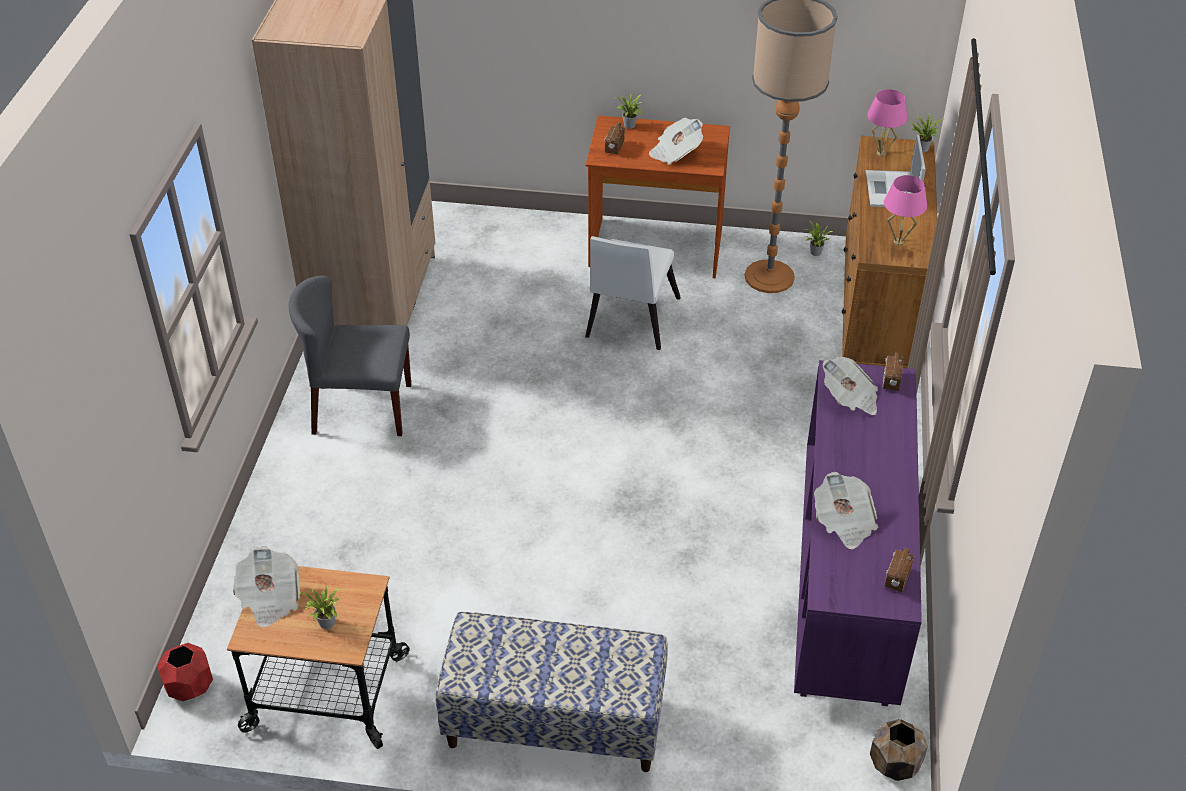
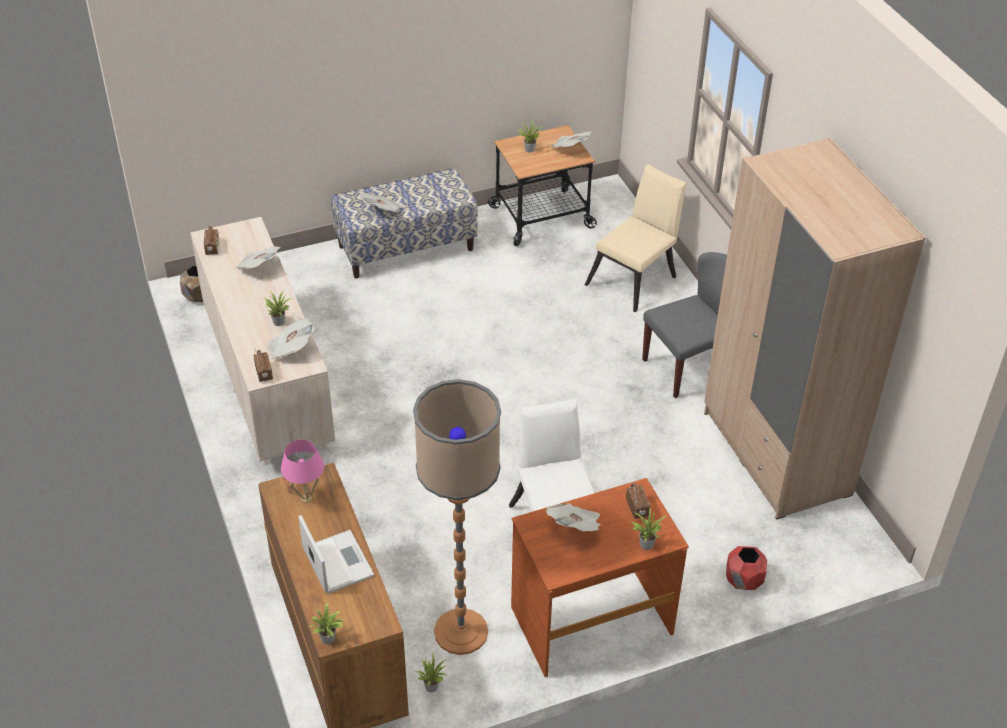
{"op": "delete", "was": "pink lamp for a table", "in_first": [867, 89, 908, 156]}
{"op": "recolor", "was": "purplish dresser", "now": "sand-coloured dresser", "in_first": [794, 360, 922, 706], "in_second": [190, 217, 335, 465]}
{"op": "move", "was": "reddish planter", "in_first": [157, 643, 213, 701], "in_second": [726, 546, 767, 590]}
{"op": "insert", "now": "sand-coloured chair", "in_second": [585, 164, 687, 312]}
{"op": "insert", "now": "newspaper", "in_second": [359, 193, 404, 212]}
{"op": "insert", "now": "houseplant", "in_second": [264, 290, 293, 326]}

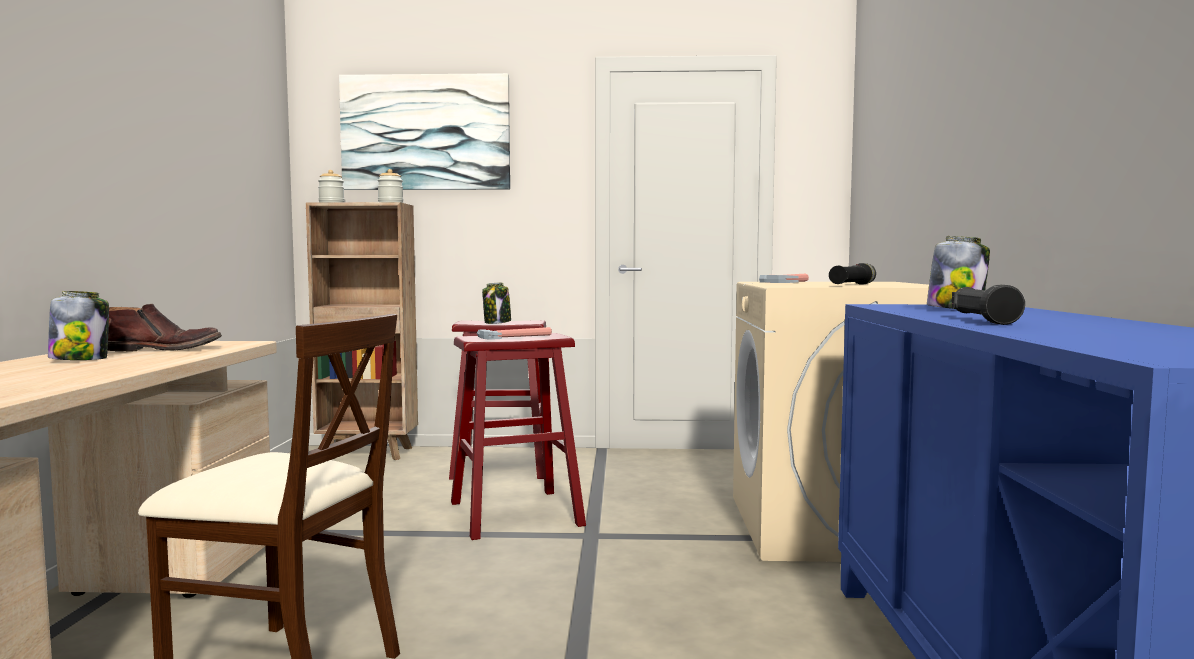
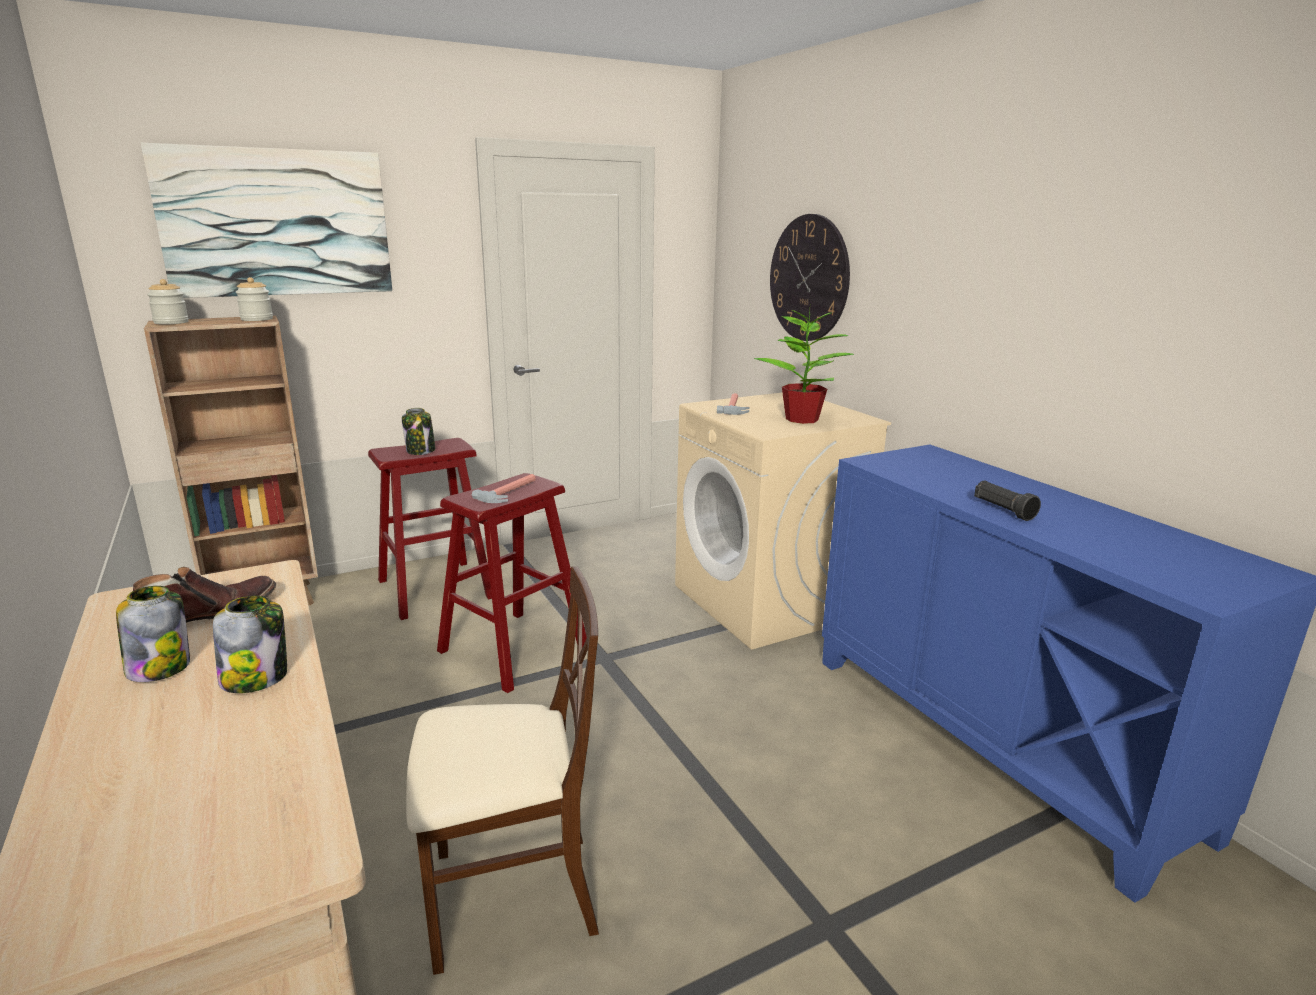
{"op": "move", "was": "jar", "in_first": [927, 236, 990, 309], "in_second": [213, 595, 287, 693]}
{"op": "replace", "was": "blackish flashlight", "now": "houseplant", "in_first": [829, 263, 876, 285], "in_second": [754, 303, 855, 424]}
{"op": "insert", "now": "wall clock", "in_second": [770, 214, 850, 341]}

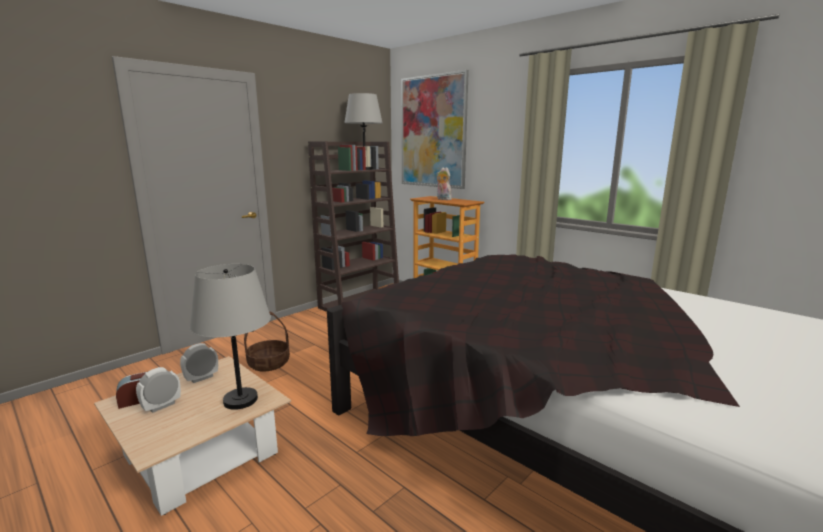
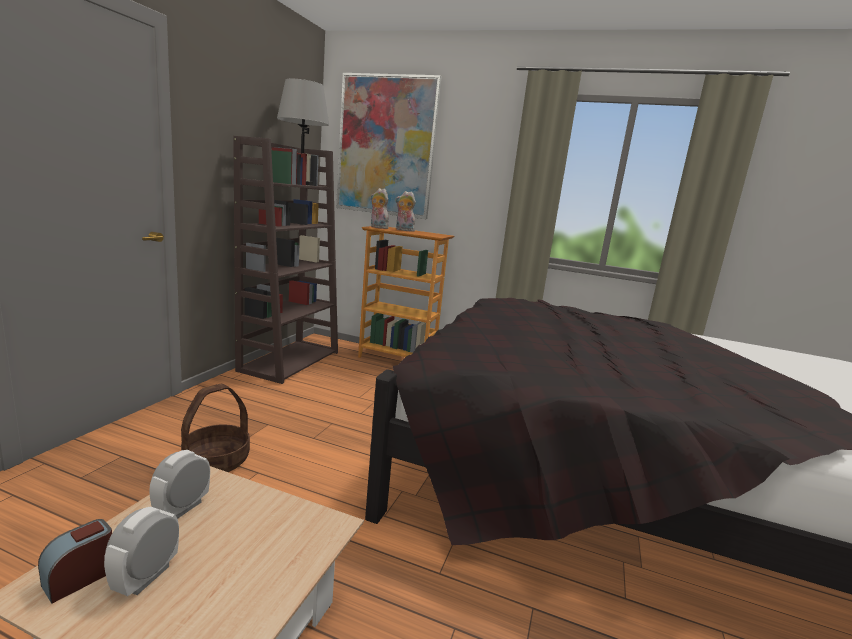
{"op": "delete", "was": "greyish lamp for a table", "in_first": [190, 264, 271, 410]}
{"op": "insert", "now": "cuddly toy", "in_second": [371, 188, 389, 229]}

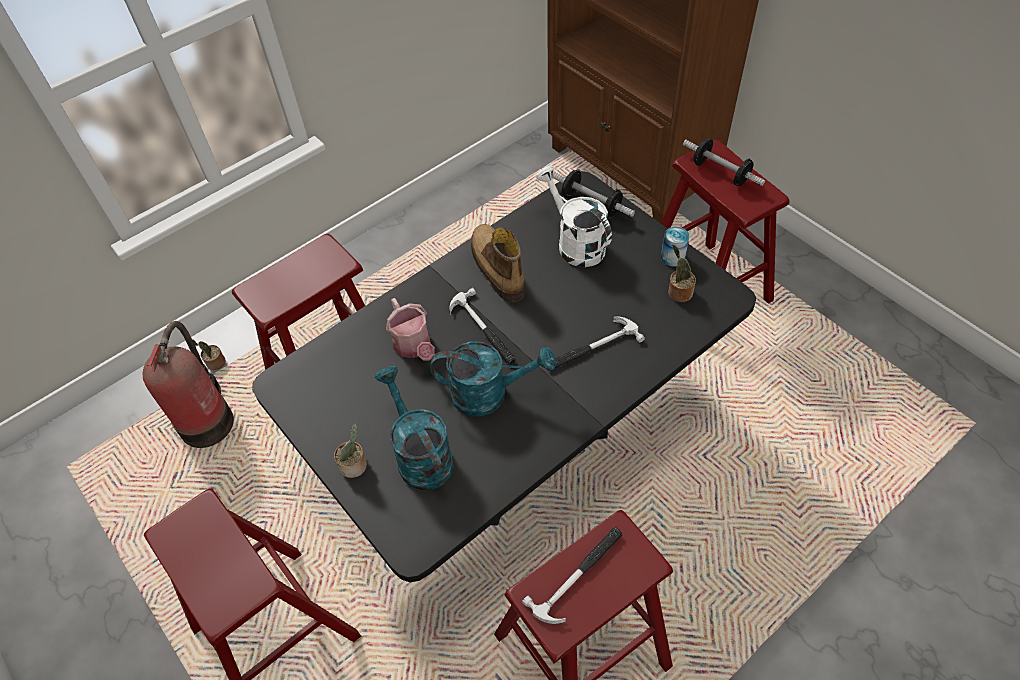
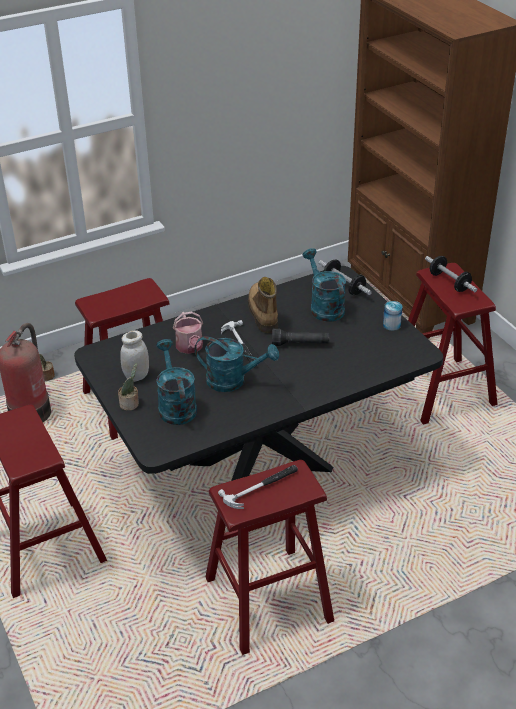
{"op": "recolor", "was": "white-coloured sprinkling can", "now": "turquoise sprinkling can", "in_first": [536, 166, 612, 267], "in_second": [303, 248, 346, 322]}
{"op": "delete", "was": "houseplant", "in_first": [668, 244, 696, 303]}
{"op": "delete", "was": "hammer", "in_first": [547, 316, 645, 371]}
{"op": "insert", "now": "blackish flashlight", "in_second": [272, 329, 329, 346]}
{"op": "insert", "now": "white-coloured jar", "in_second": [120, 330, 149, 382]}

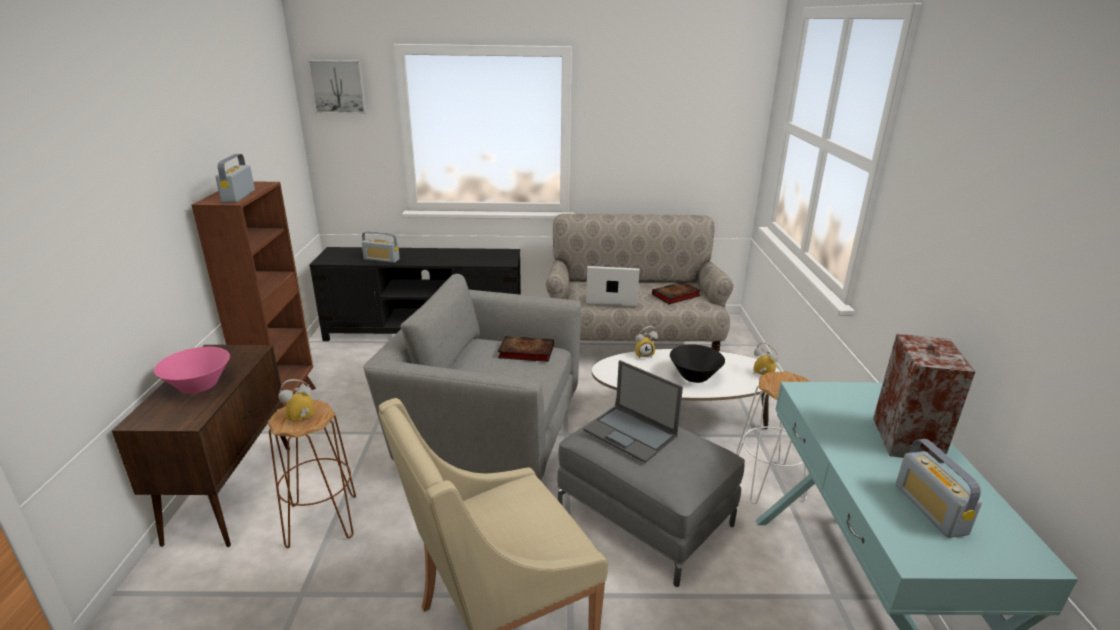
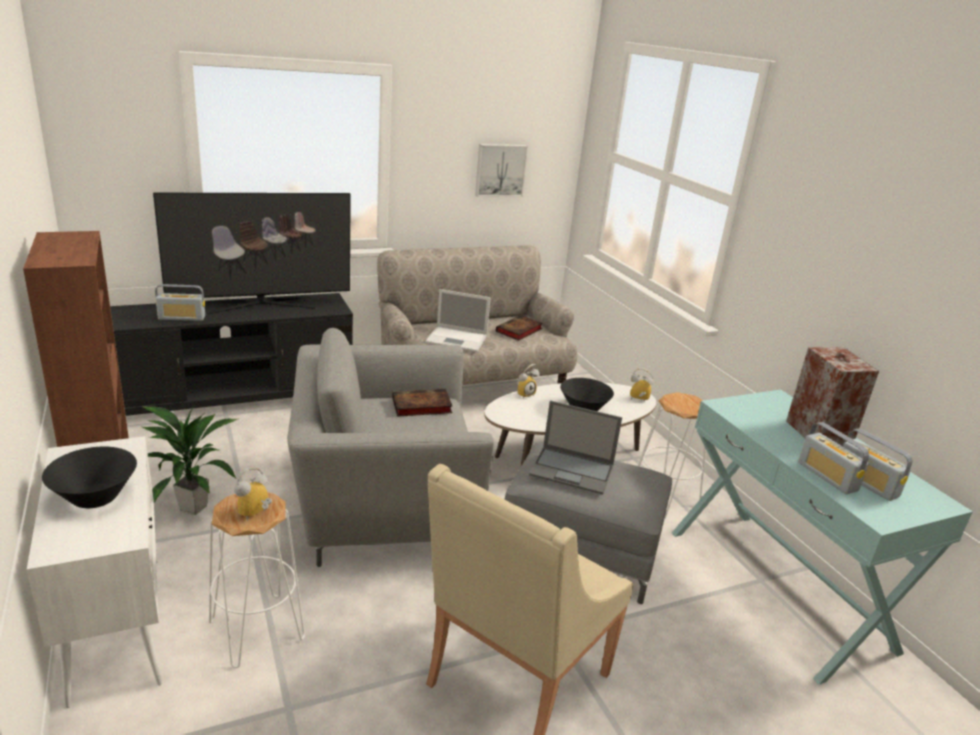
{"op": "move", "was": "wall art", "in_first": [308, 60, 367, 114], "in_second": [475, 144, 528, 197]}
{"op": "move", "was": "radio", "in_first": [215, 154, 255, 203], "in_second": [798, 422, 869, 494]}
{"op": "rotate", "was": "laptop", "in_first": [586, 266, 639, 307], "in_second": [425, 289, 491, 352], "clockwise": -150}
{"op": "recolor", "was": "brown storage cabinet", "now": "white-coloured storage cabinet", "in_first": [112, 345, 290, 547], "in_second": [27, 436, 163, 708]}
{"op": "recolor", "was": "pink bowl", "now": "blackish bowl", "in_first": [154, 347, 230, 394], "in_second": [42, 447, 137, 508]}
{"op": "recolor", "was": "brown stool", "now": "white-coloured stool", "in_first": [267, 400, 356, 548], "in_second": [209, 492, 305, 668]}
{"op": "insert", "now": "TV", "in_second": [153, 193, 351, 314]}
{"op": "insert", "now": "houseplant", "in_second": [142, 406, 238, 515]}

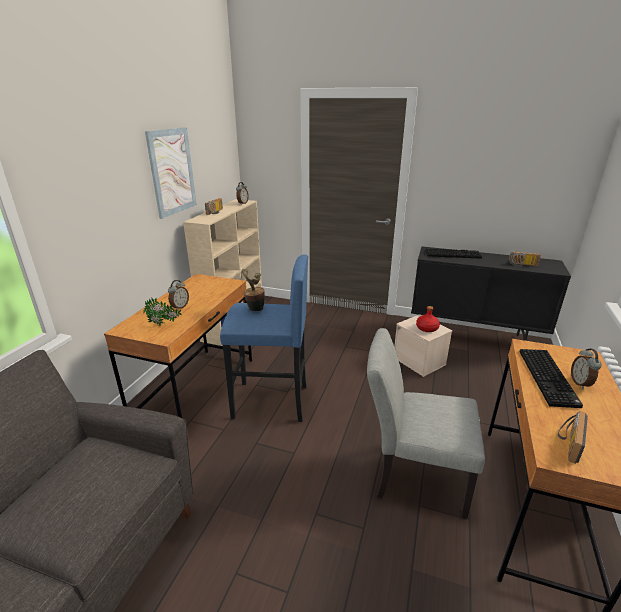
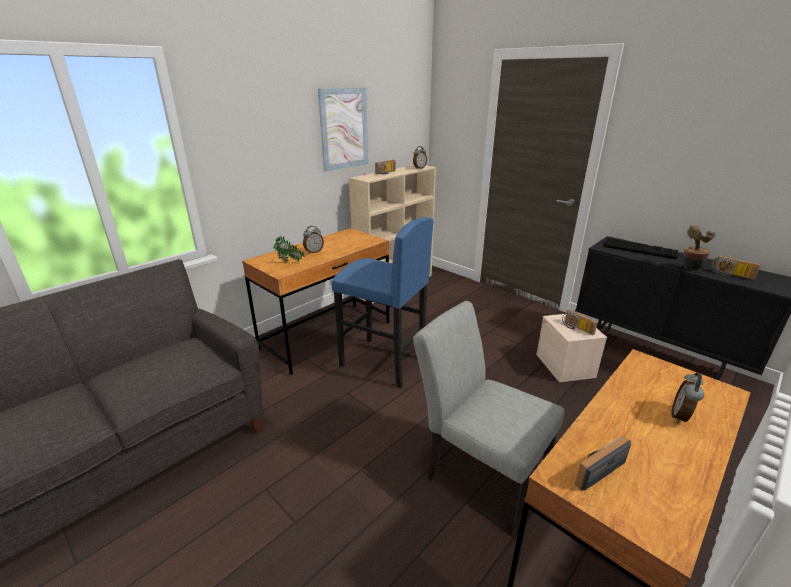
{"op": "move", "was": "houseplant", "in_first": [242, 269, 265, 311], "in_second": [683, 225, 716, 272]}
{"op": "replace", "was": "reddish bottle", "now": "radio", "in_first": [416, 306, 440, 332], "in_second": [562, 309, 598, 335]}
{"op": "delete", "was": "PC keyboard", "in_first": [520, 349, 583, 408]}

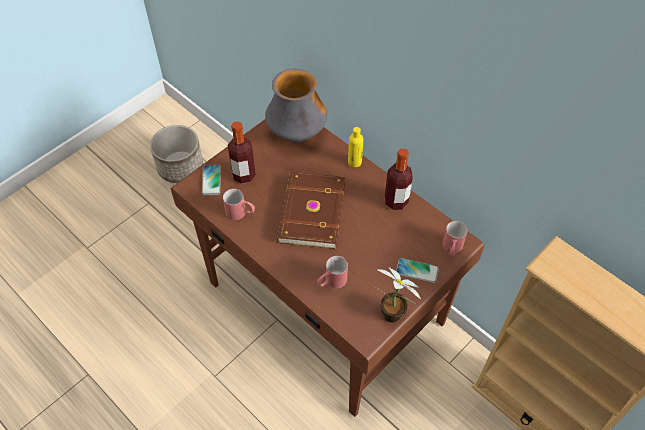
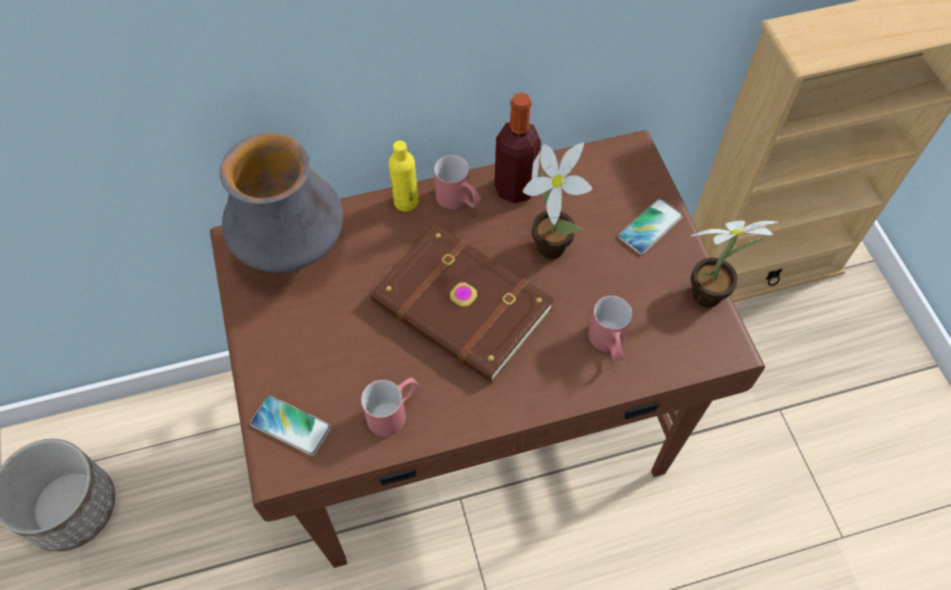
{"op": "delete", "was": "bottle", "in_first": [228, 121, 256, 184]}
{"op": "move", "was": "reddish tea mug", "in_first": [443, 221, 468, 257], "in_second": [434, 155, 481, 209]}
{"op": "insert", "now": "houseplant", "in_second": [522, 143, 593, 259]}

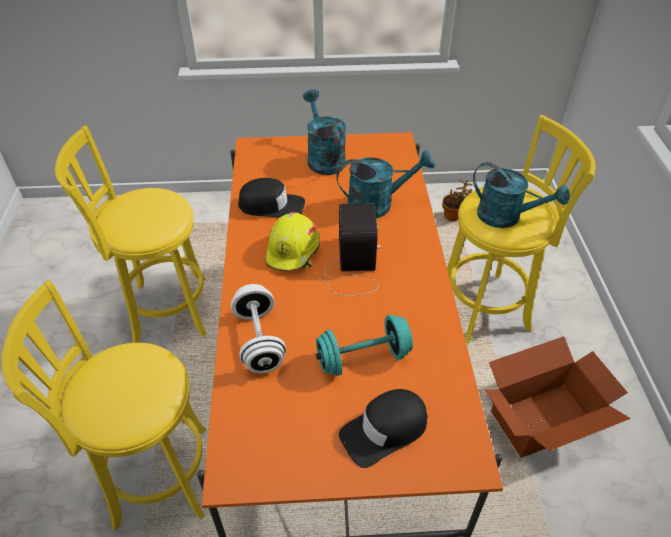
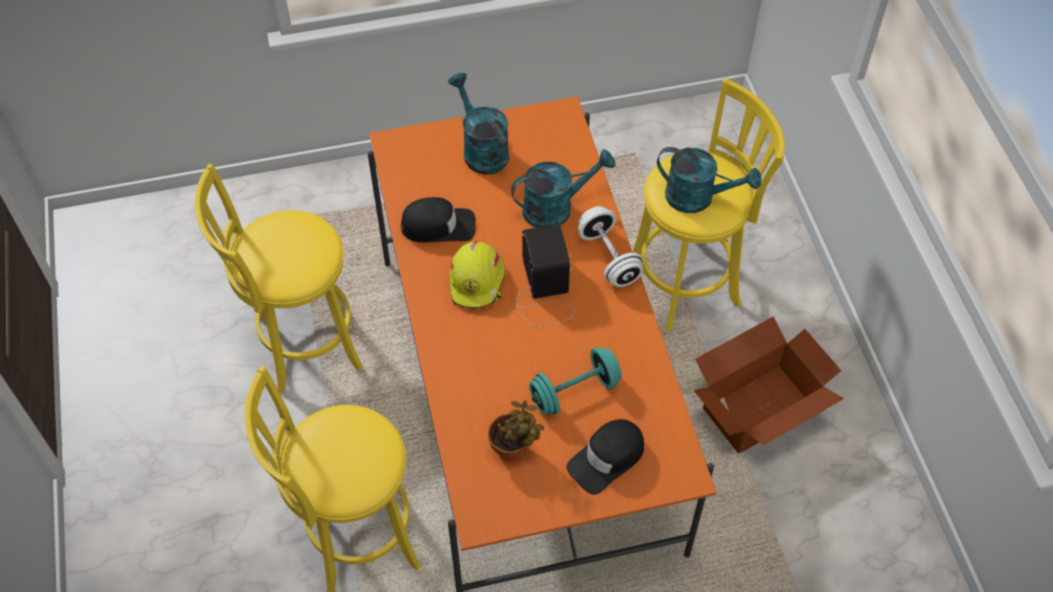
{"op": "move", "was": "houseplant", "in_first": [442, 180, 473, 221], "in_second": [488, 400, 544, 461]}
{"op": "move", "was": "white-coloured dumbbell", "in_first": [231, 284, 286, 373], "in_second": [578, 206, 643, 287]}

